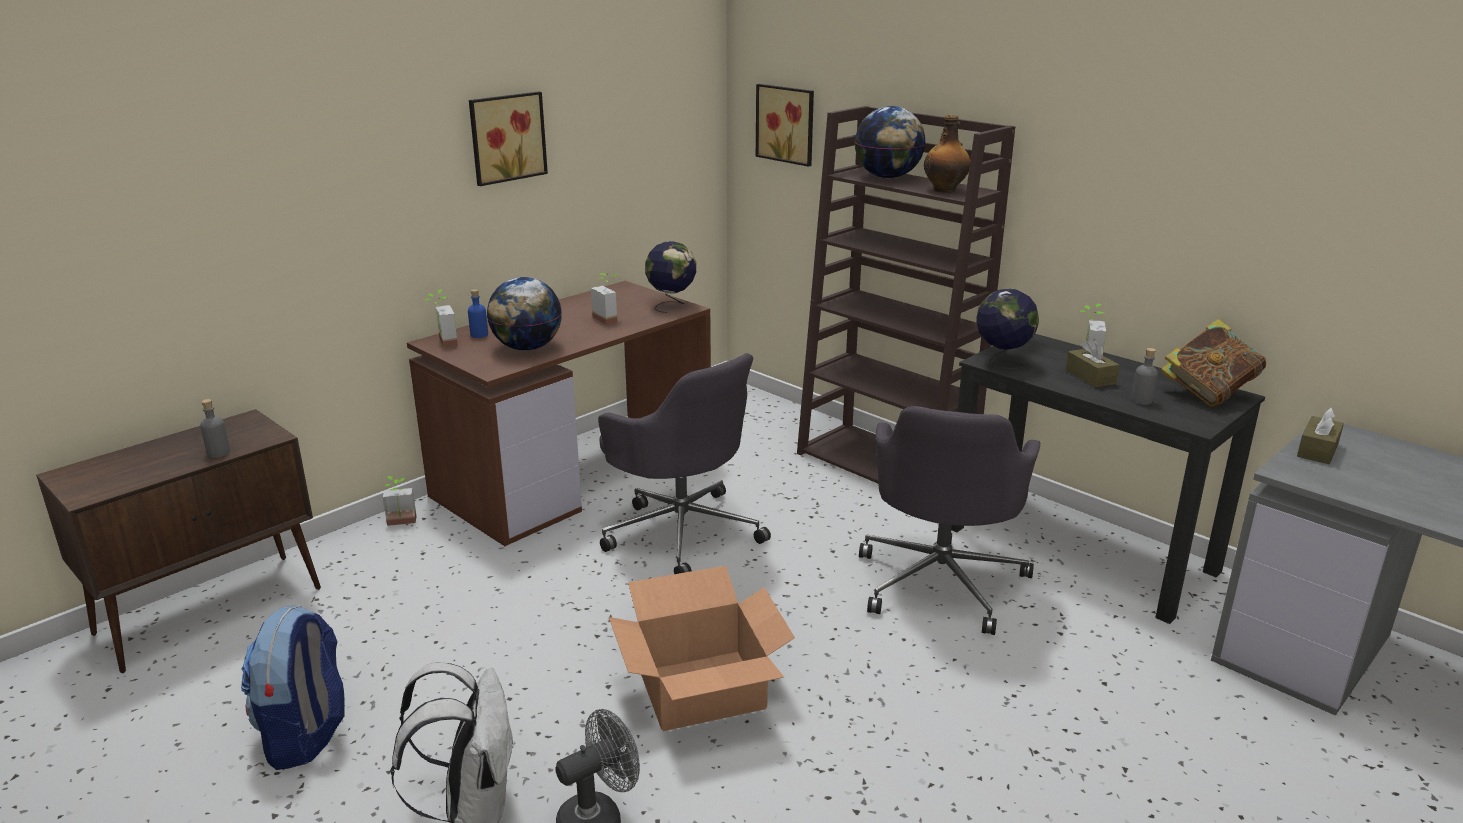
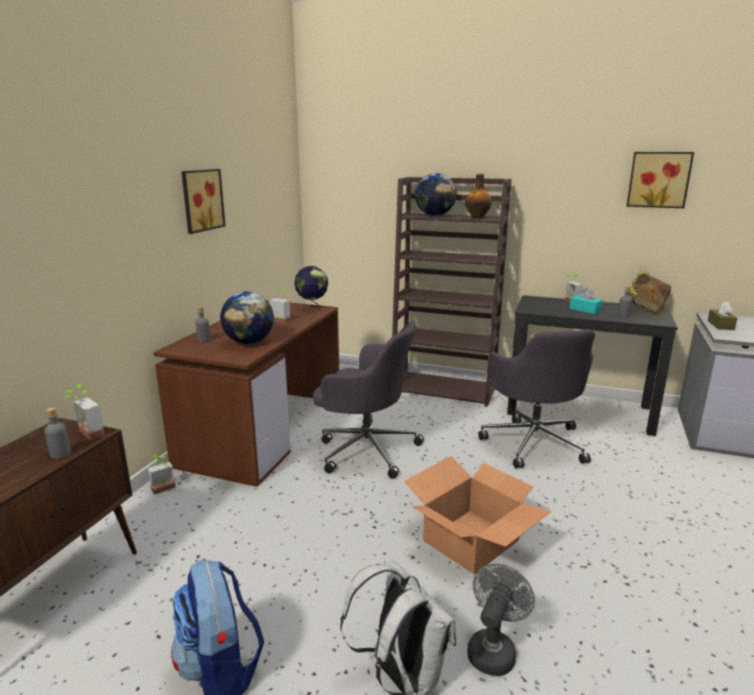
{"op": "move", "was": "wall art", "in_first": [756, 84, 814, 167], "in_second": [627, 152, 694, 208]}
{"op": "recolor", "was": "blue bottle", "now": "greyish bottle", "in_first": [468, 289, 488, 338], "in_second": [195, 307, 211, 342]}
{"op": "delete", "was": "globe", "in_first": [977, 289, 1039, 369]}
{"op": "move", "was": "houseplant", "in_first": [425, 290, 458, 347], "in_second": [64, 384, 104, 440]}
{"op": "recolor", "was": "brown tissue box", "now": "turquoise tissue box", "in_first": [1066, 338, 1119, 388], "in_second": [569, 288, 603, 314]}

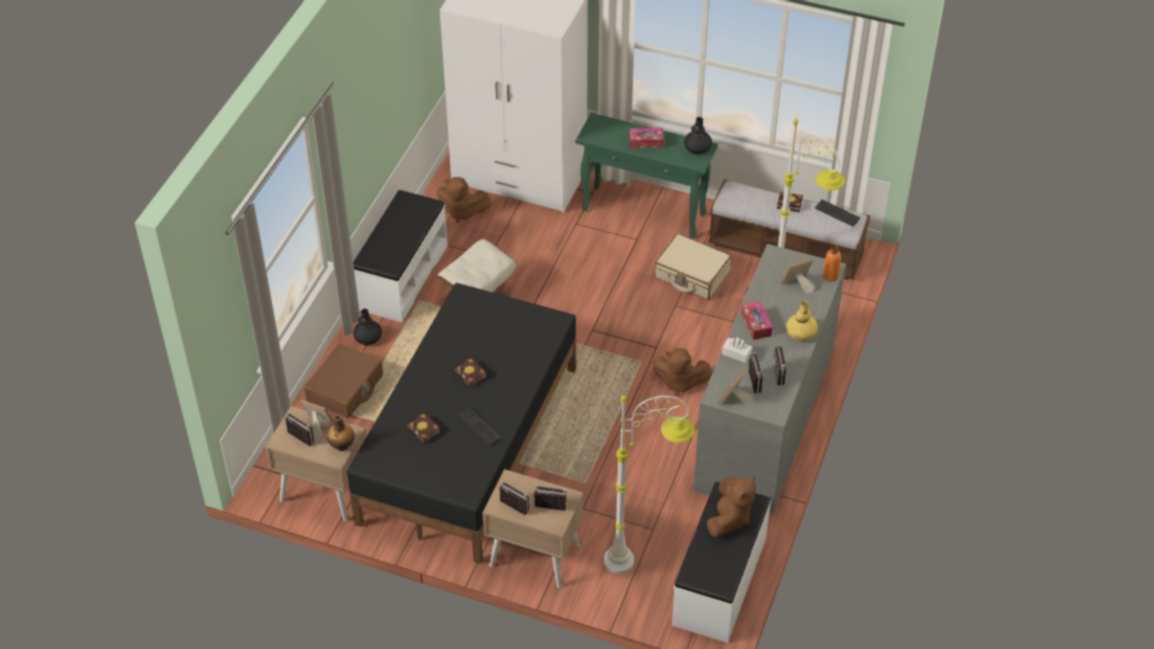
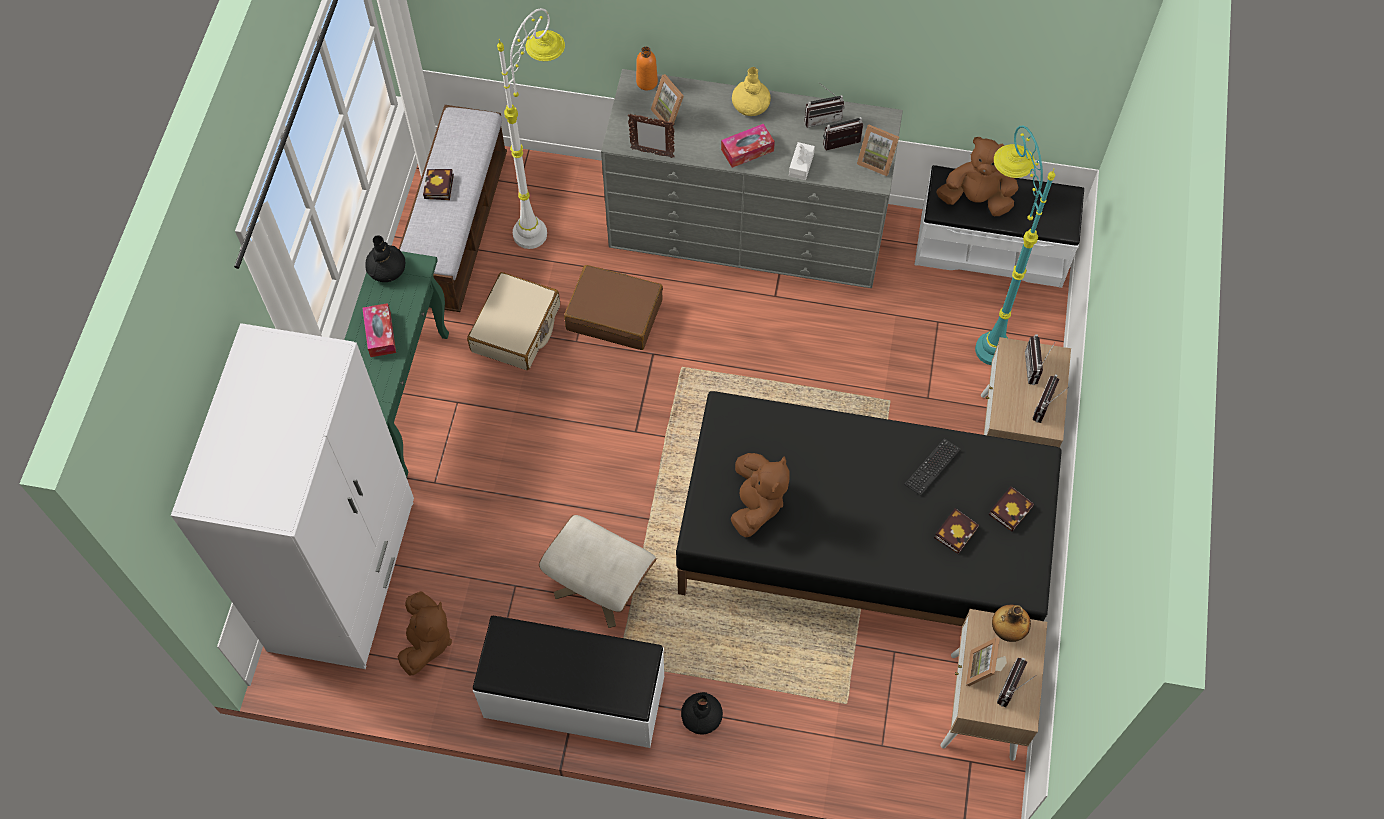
{"op": "delete", "was": "PC keyboard", "in_first": [815, 200, 860, 227]}
{"op": "move", "was": "brown suitcase", "in_first": [304, 344, 383, 418], "in_second": [564, 265, 663, 350]}
{"op": "move", "was": "brown cuddly toy", "in_first": [653, 348, 712, 396], "in_second": [731, 453, 790, 537]}
{"op": "move", "was": "volume", "in_first": [454, 357, 487, 388], "in_second": [989, 486, 1034, 532]}
{"op": "recolor", "was": "white-coloured standing lamp", "now": "turquoise standing lamp", "in_first": [604, 392, 695, 574], "in_second": [975, 126, 1055, 365]}
{"op": "insert", "now": "photo frame", "in_second": [628, 114, 675, 158]}

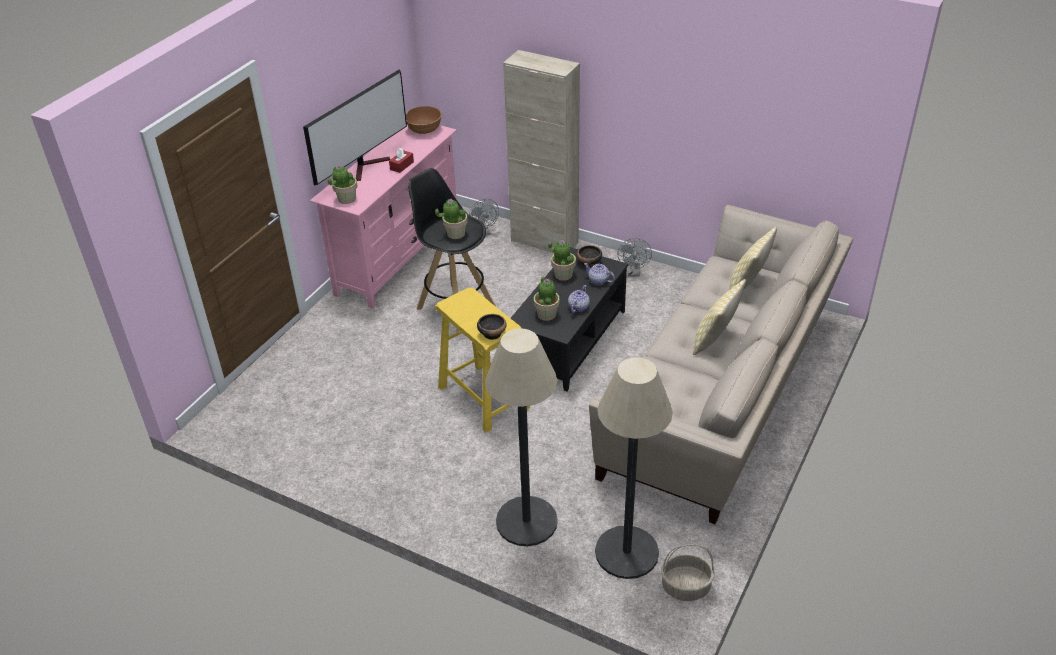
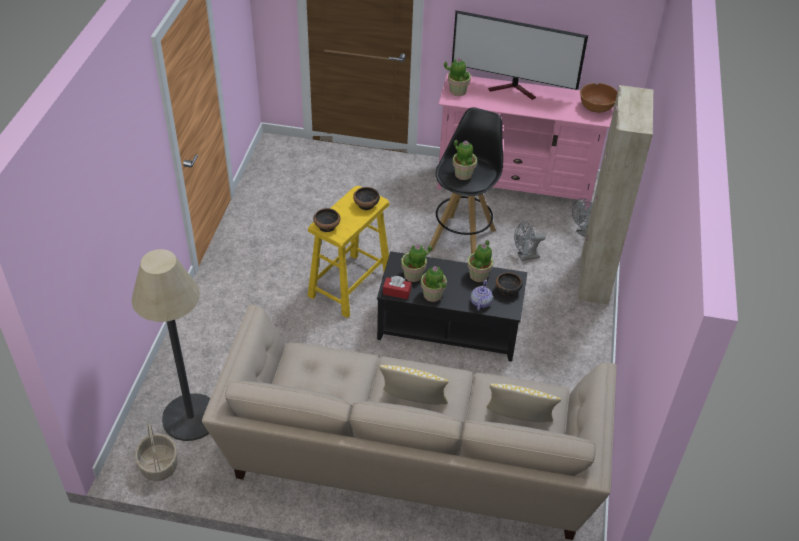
{"op": "move", "was": "reddish tissue box", "in_first": [389, 147, 414, 173], "in_second": [383, 276, 411, 299]}
{"op": "move", "was": "greyish electric fan", "in_first": [617, 238, 652, 276], "in_second": [514, 221, 546, 261]}
{"op": "replace", "was": "pot for tea", "now": "houseplant", "in_first": [568, 285, 590, 313], "in_second": [421, 266, 447, 302]}
{"op": "delete", "was": "standing lamp", "in_first": [485, 328, 558, 546]}
{"op": "insert", "now": "bowl", "in_second": [353, 187, 380, 210]}

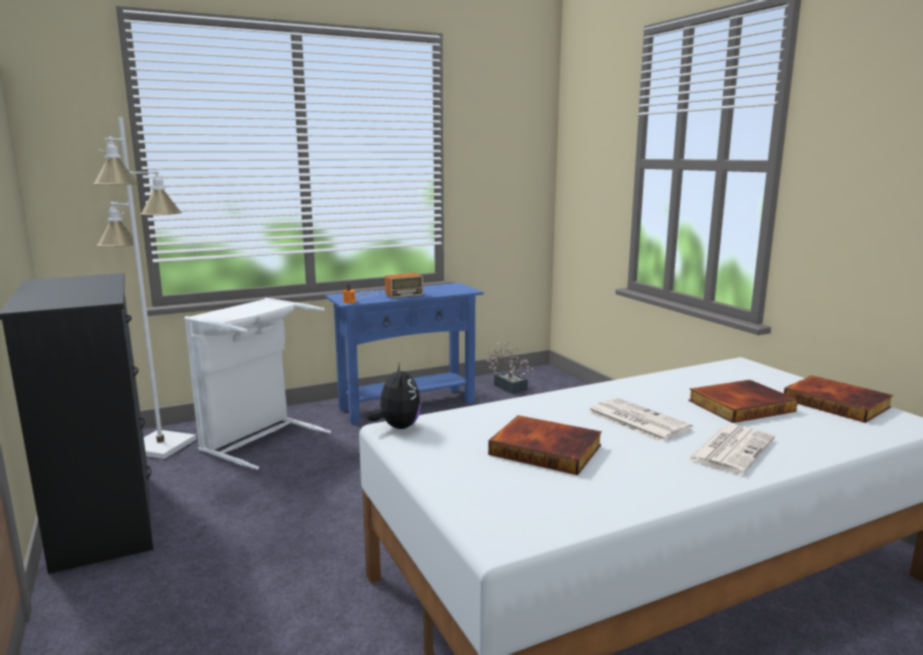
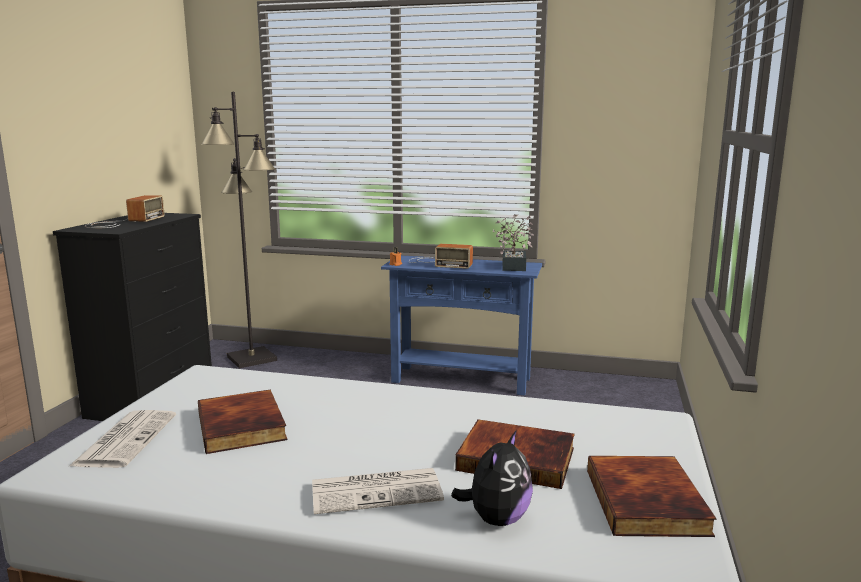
{"op": "recolor", "was": "white-coloured standing lamp", "now": "blackish standing lamp", "in_first": [93, 117, 196, 459], "in_second": [201, 92, 277, 368]}
{"op": "delete", "was": "white-coloured laundry basket", "in_first": [184, 298, 331, 470]}
{"op": "move", "was": "houseplant", "in_first": [485, 342, 534, 394], "in_second": [493, 214, 534, 271]}
{"op": "move", "was": "cuddly toy", "in_first": [367, 363, 421, 429], "in_second": [451, 430, 533, 526]}
{"op": "move", "was": "newspaper", "in_first": [587, 398, 693, 442], "in_second": [68, 410, 176, 468]}
{"op": "insert", "now": "radio", "in_second": [85, 195, 165, 228]}

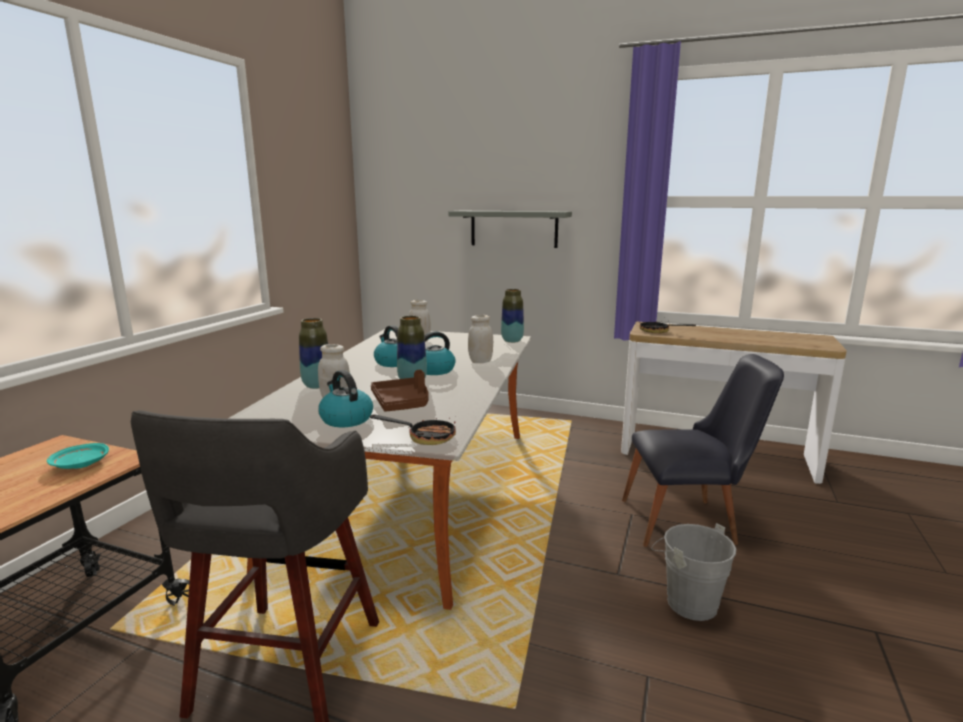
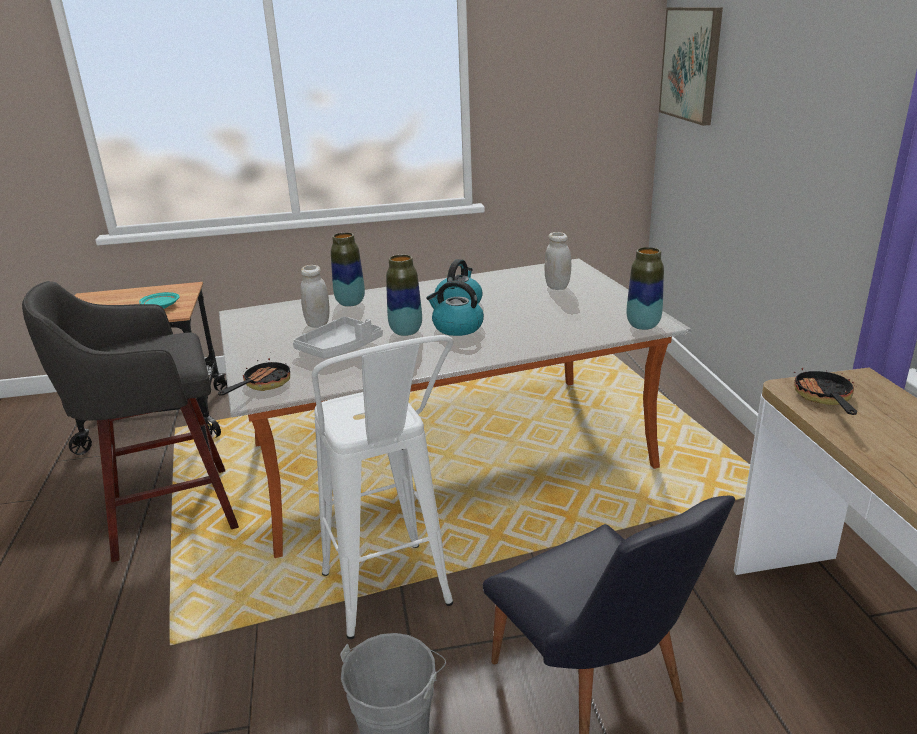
{"op": "delete", "was": "greyish shelf", "in_first": [449, 211, 572, 248]}
{"op": "delete", "was": "white-coloured jar", "in_first": [468, 315, 493, 363]}
{"op": "delete", "was": "water kettle", "in_first": [318, 370, 373, 427]}
{"op": "recolor", "was": "brown tray", "now": "greyish tray", "in_first": [371, 370, 429, 412], "in_second": [293, 316, 383, 359]}
{"op": "rotate", "was": "pan", "in_first": [370, 415, 456, 445], "in_second": [218, 358, 290, 396], "clockwise": -135}
{"op": "insert", "now": "wall art", "in_second": [659, 7, 723, 126]}
{"op": "insert", "now": "white-coloured stool", "in_second": [312, 335, 453, 639]}

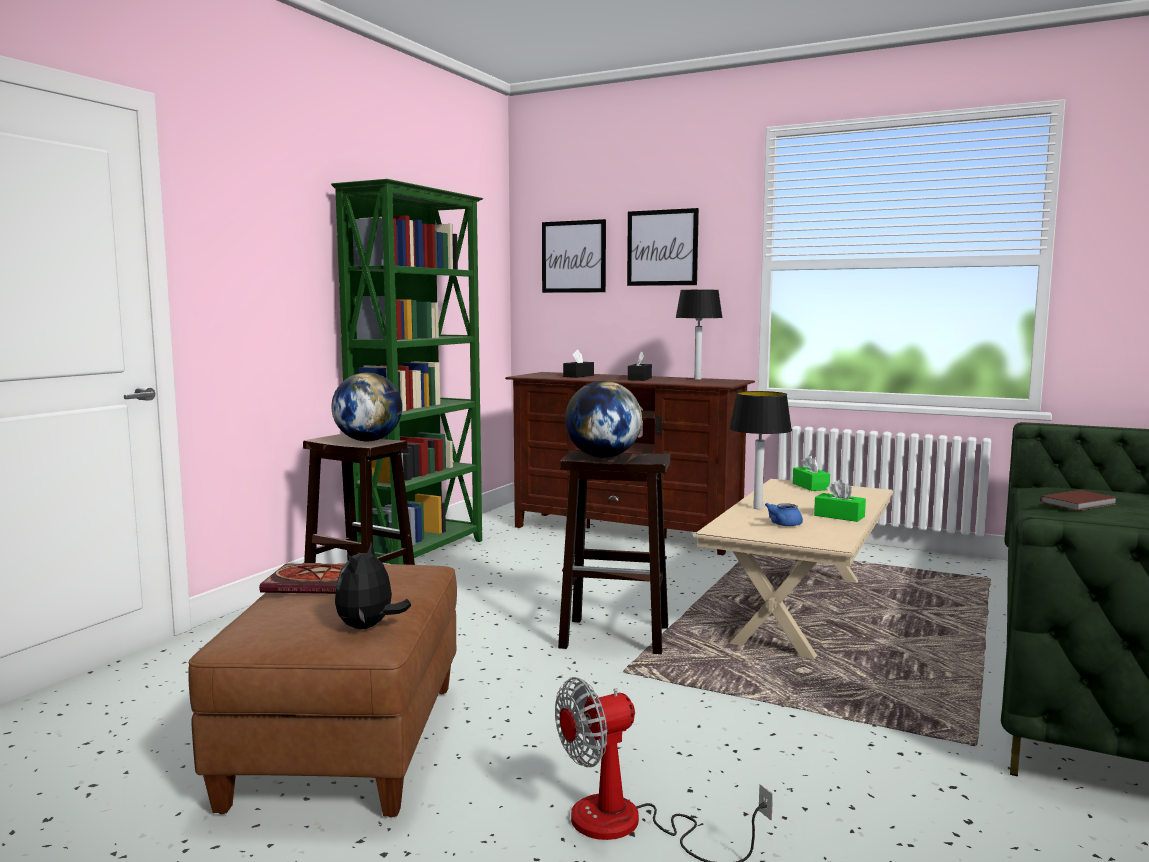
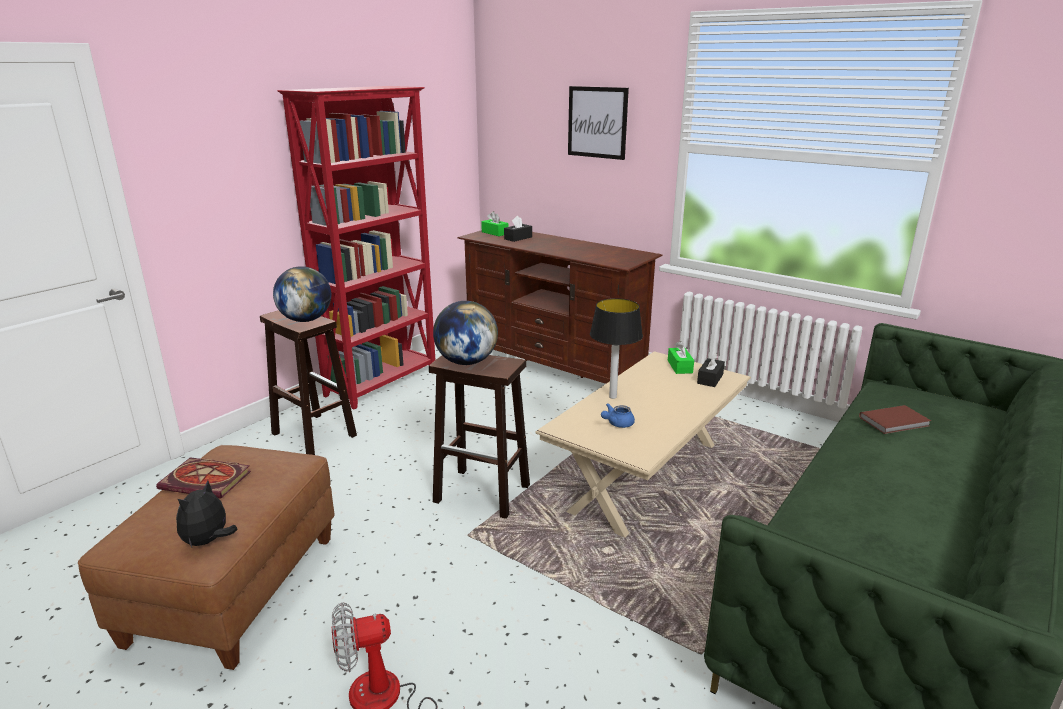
{"op": "recolor", "was": "green bookcase", "now": "reddish bookcase", "in_first": [331, 179, 483, 565], "in_second": [278, 86, 435, 409]}
{"op": "delete", "was": "wall art", "in_first": [542, 219, 606, 293]}
{"op": "delete", "was": "lamp for a table", "in_first": [675, 290, 723, 380]}
{"op": "move", "was": "blackish tissue box", "in_first": [628, 351, 652, 381], "in_second": [697, 353, 725, 387]}
{"op": "move", "was": "green tissue box", "in_first": [814, 480, 866, 522], "in_second": [481, 211, 508, 236]}

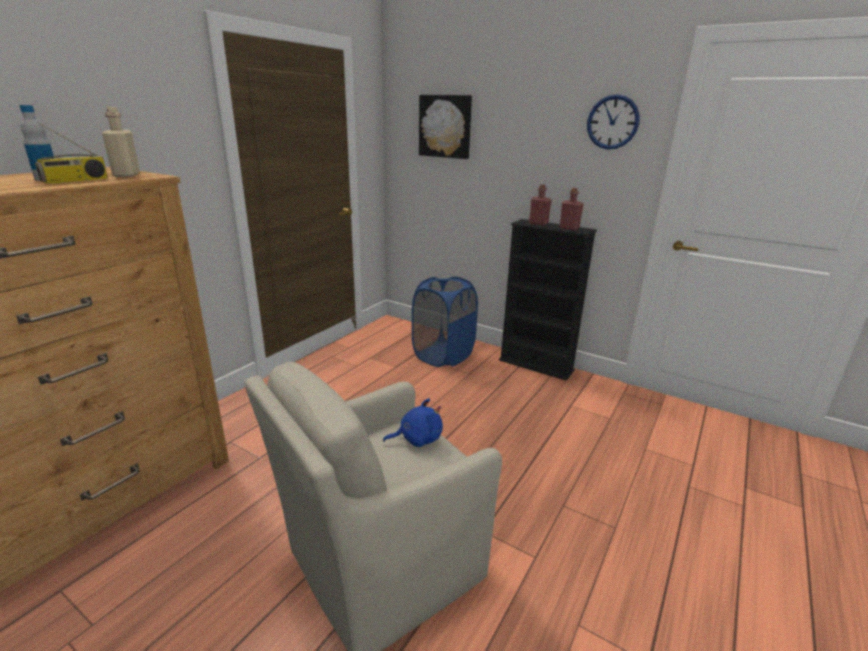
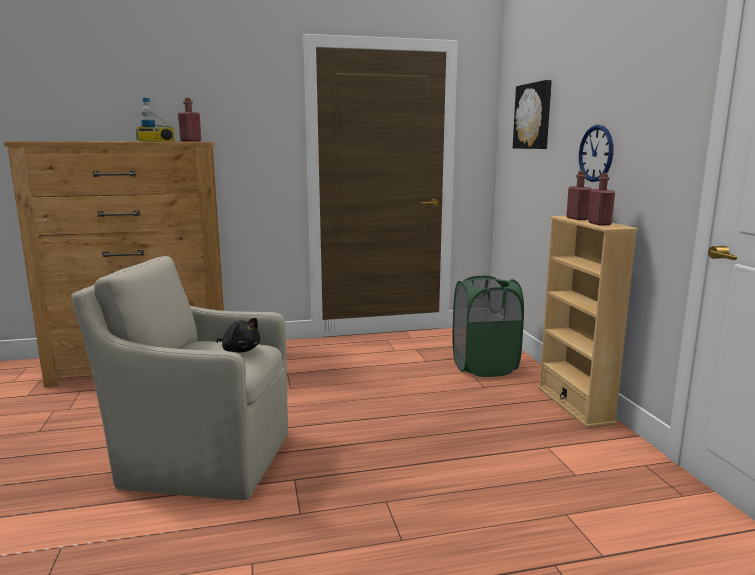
{"op": "move", "was": "wall clock", "in_first": [587, 95, 640, 150], "in_second": [579, 125, 613, 182]}
{"op": "recolor", "was": "sand-coloured bottle", "now": "reddish bottle", "in_first": [102, 107, 140, 177], "in_second": [178, 98, 201, 141]}
{"op": "recolor", "was": "blackish bookcase", "now": "sand-coloured bookcase", "in_first": [499, 219, 597, 381], "in_second": [537, 216, 638, 428]}
{"op": "recolor", "was": "blue laundry basket", "now": "green laundry basket", "in_first": [412, 277, 478, 367], "in_second": [452, 275, 524, 377]}
{"op": "recolor", "was": "blue cuddly toy", "now": "blackish cuddly toy", "in_first": [383, 398, 443, 447], "in_second": [216, 318, 260, 353]}

